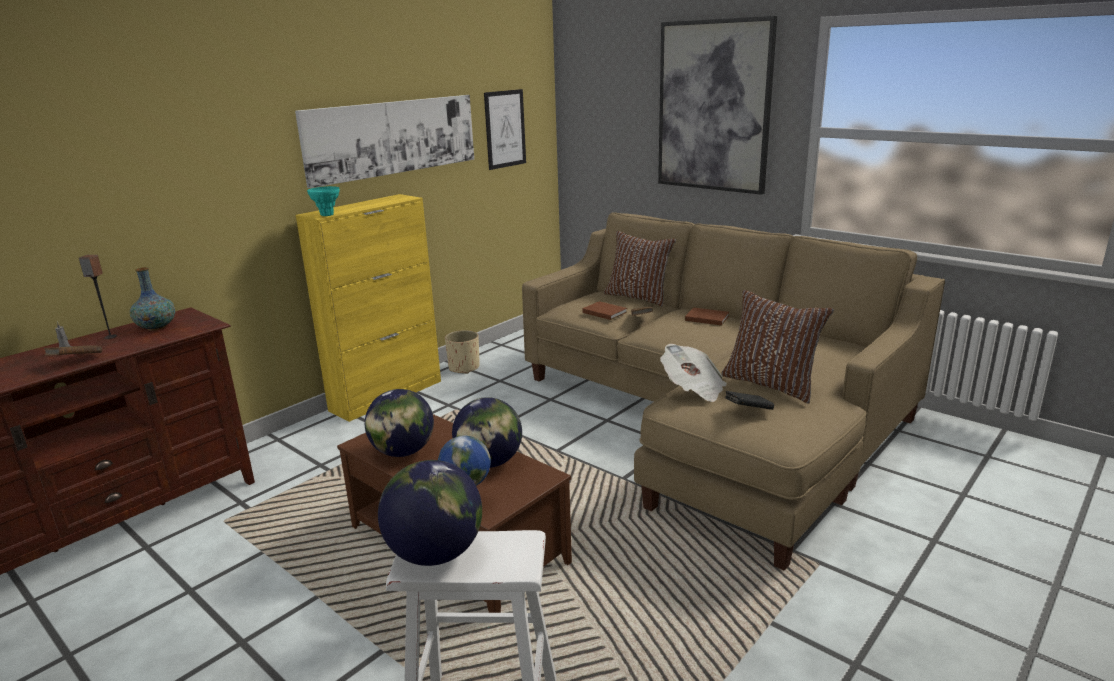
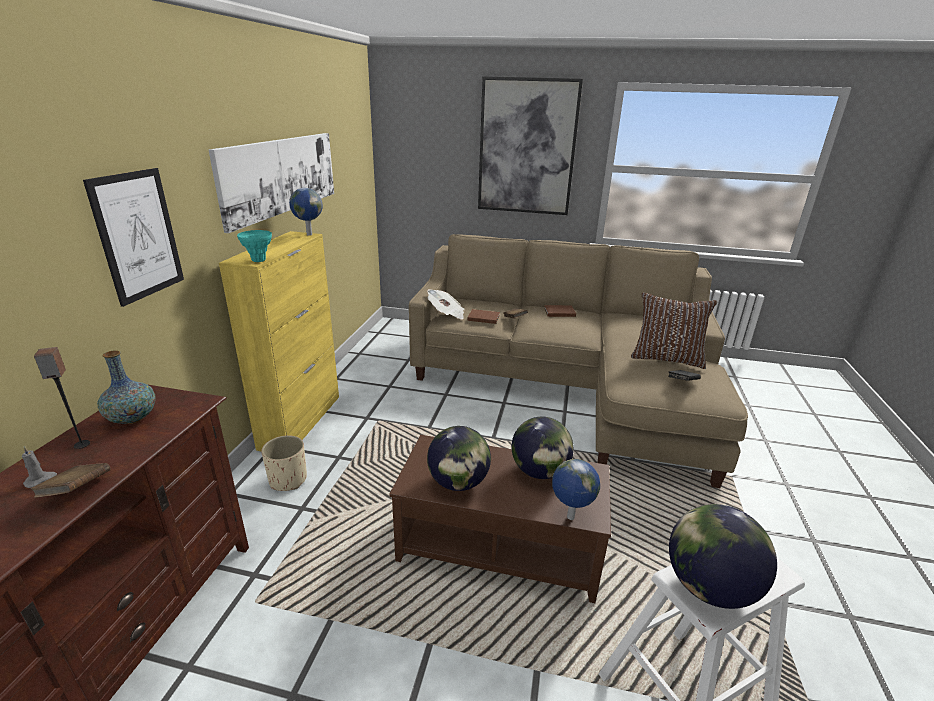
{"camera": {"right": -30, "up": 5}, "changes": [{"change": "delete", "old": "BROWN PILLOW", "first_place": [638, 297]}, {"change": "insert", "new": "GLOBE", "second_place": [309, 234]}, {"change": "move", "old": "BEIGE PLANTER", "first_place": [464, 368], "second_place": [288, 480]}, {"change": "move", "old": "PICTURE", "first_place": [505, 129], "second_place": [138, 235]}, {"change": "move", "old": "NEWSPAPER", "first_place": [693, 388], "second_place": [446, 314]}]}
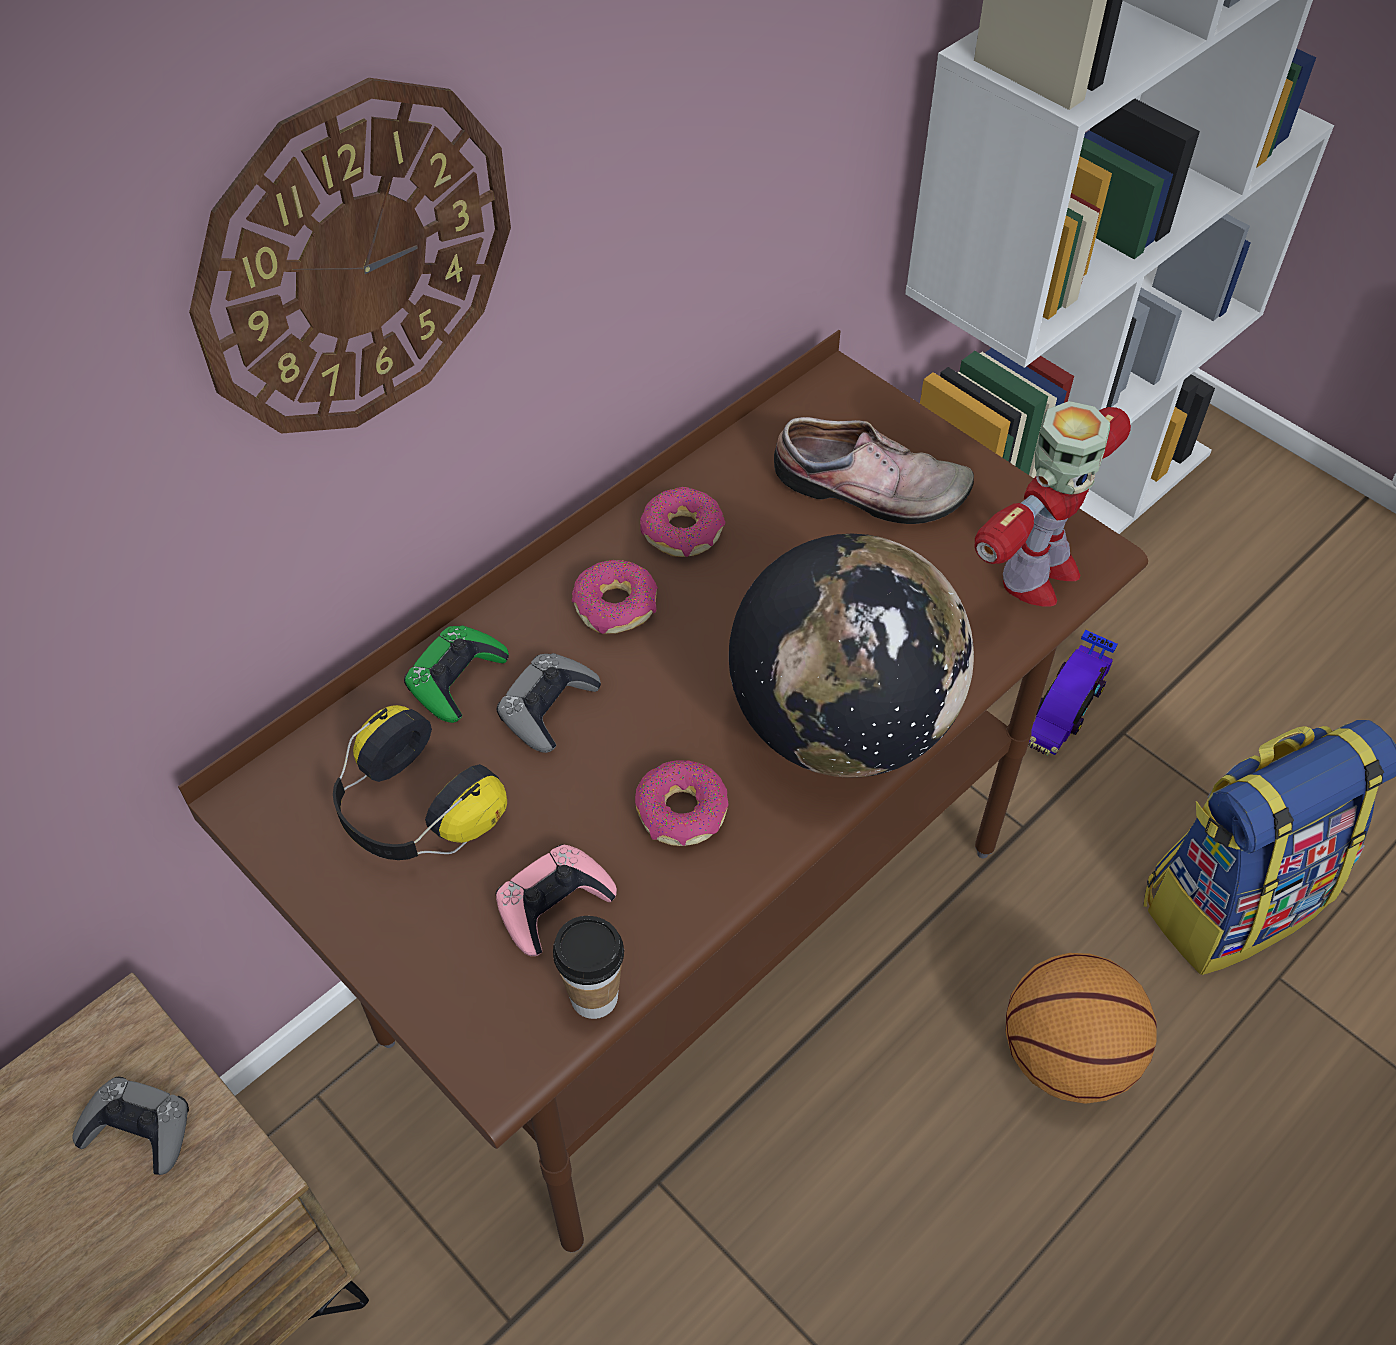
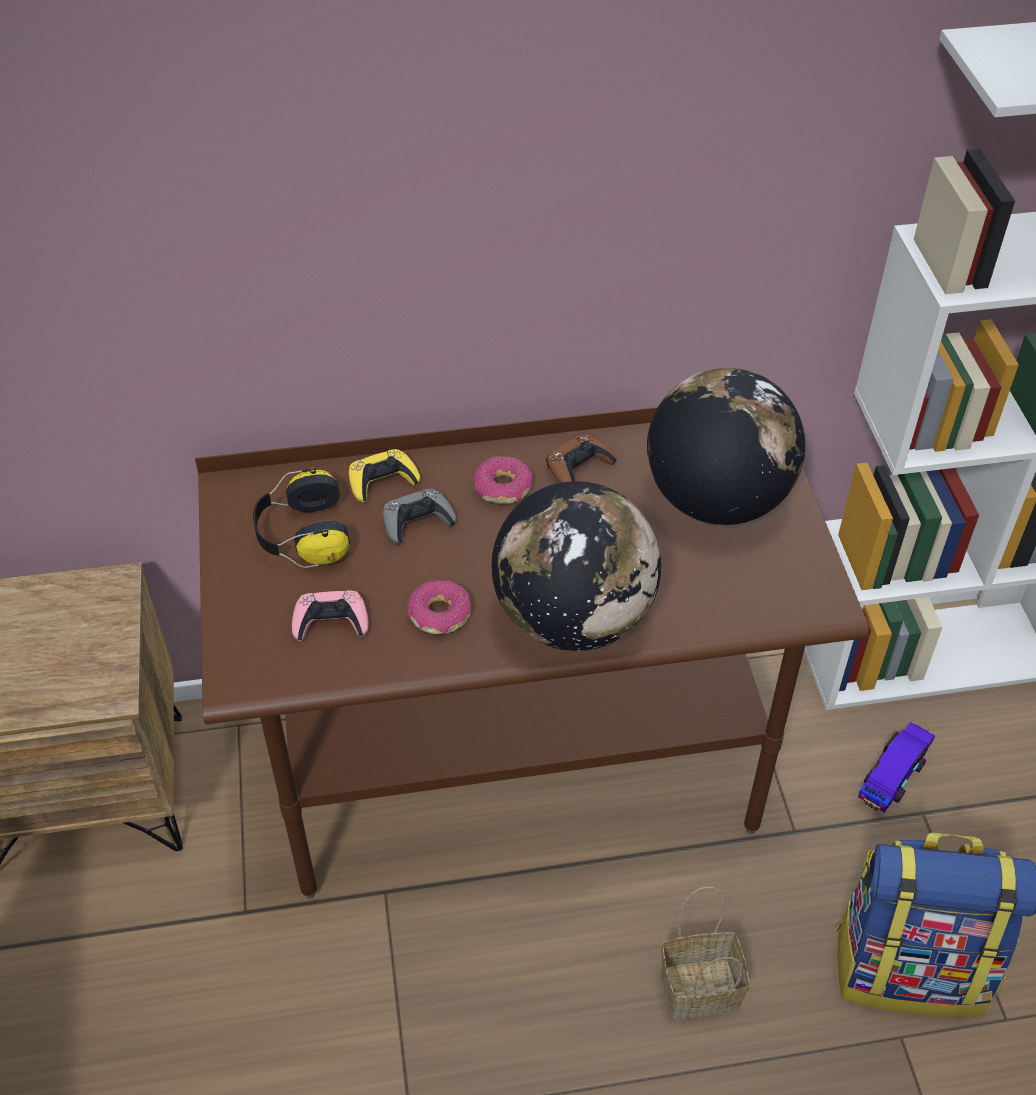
{"camera": {"right": 35, "up": -5}, "changes": [{"change": "delete", "old": "GREY GAME CONTROLLER", "first_place": [139, 1129]}, {"change": "delete", "old": "WALL CLOCK", "first_place": [356, 262]}, {"change": "delete", "old": "CUP", "first_place": [594, 997]}, {"change": "delete", "old": "TOY ROBOT", "first_place": [1037, 575]}, {"change": "replace", "old": "DONUT", "new": "BROWN GAME CONTROLLER", "first_place": [682, 533], "second_place": [579, 467]}, {"change": "replace", "old": "SHOE", "new": "GLOBE", "first_place": [870, 491], "second_place": [717, 500]}, {"change": "replace", "old": "BASKETBALL", "new": "BASKET", "first_place": [1066, 1055], "second_place": [702, 987]}, {"change": "recolor", "old": "GREEN GAME CONTROLLER", "new": "YELLOW GAME CONTROLLER", "first_place": [456, 679], "second_place": [382, 481]}, {"change": "rotate", "old": "TOY CAR", "first_place": [1067, 705], "second_place": [894, 772], "degrees": 150}]}
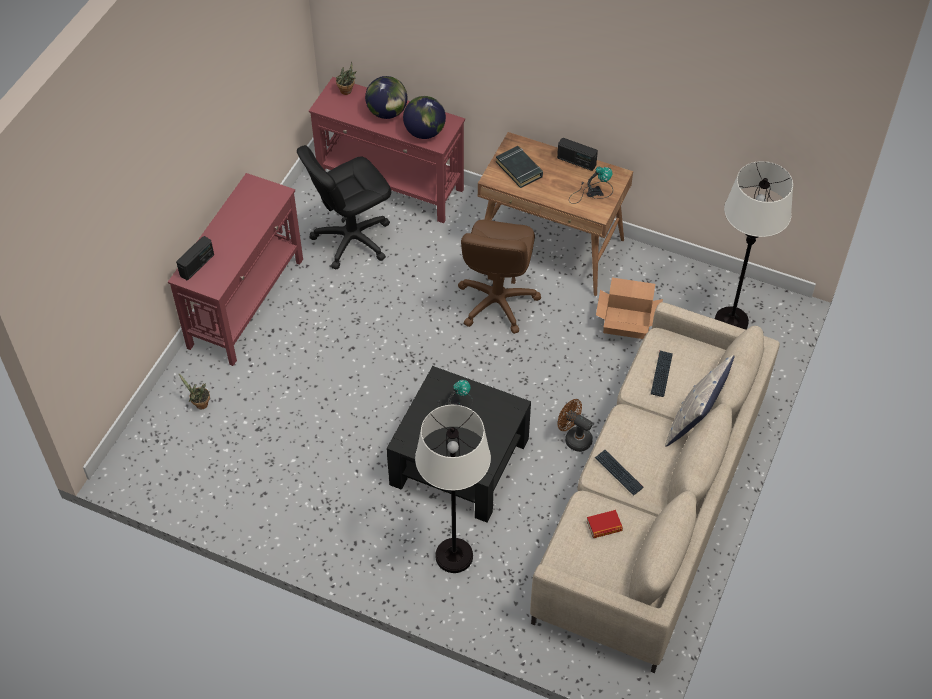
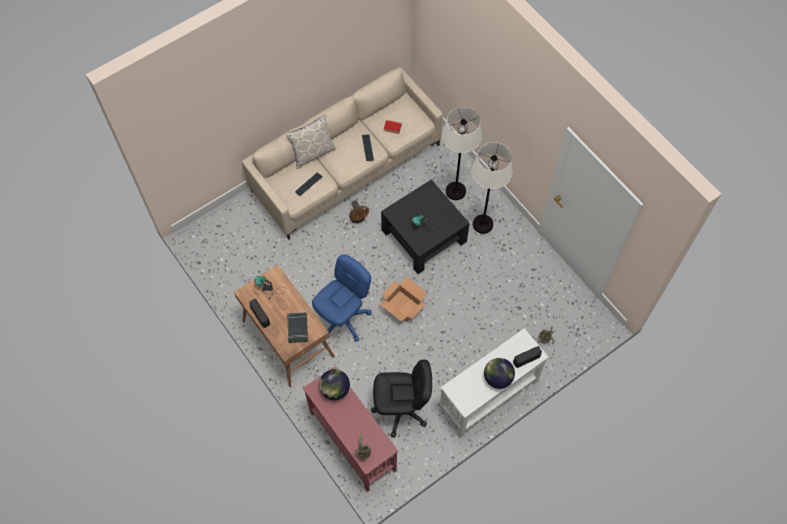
{"camera": {"right": -150, "up": 10}, "changes": [{"change": "move", "old": "GLOBE", "first_place": [387, 112], "second_place": [497, 378]}, {"change": "move", "old": "CARDBOARD BOX", "first_place": [626, 322], "second_place": [403, 306]}, {"change": "move", "old": "WHITE FLOOR LAMP", "first_place": [731, 321], "second_place": [482, 224]}, {"change": "recolor", "old": "RED CONSOLE TABLE", "new": "WHITE CONSOLE TABLE", "first_place": [247, 302], "second_place": [487, 396]}, {"change": "recolor", "old": "BROWN OFFICE CHAIR", "new": "BLUE OFFICE CHAIR", "first_place": [496, 302], "second_place": [343, 318]}]}
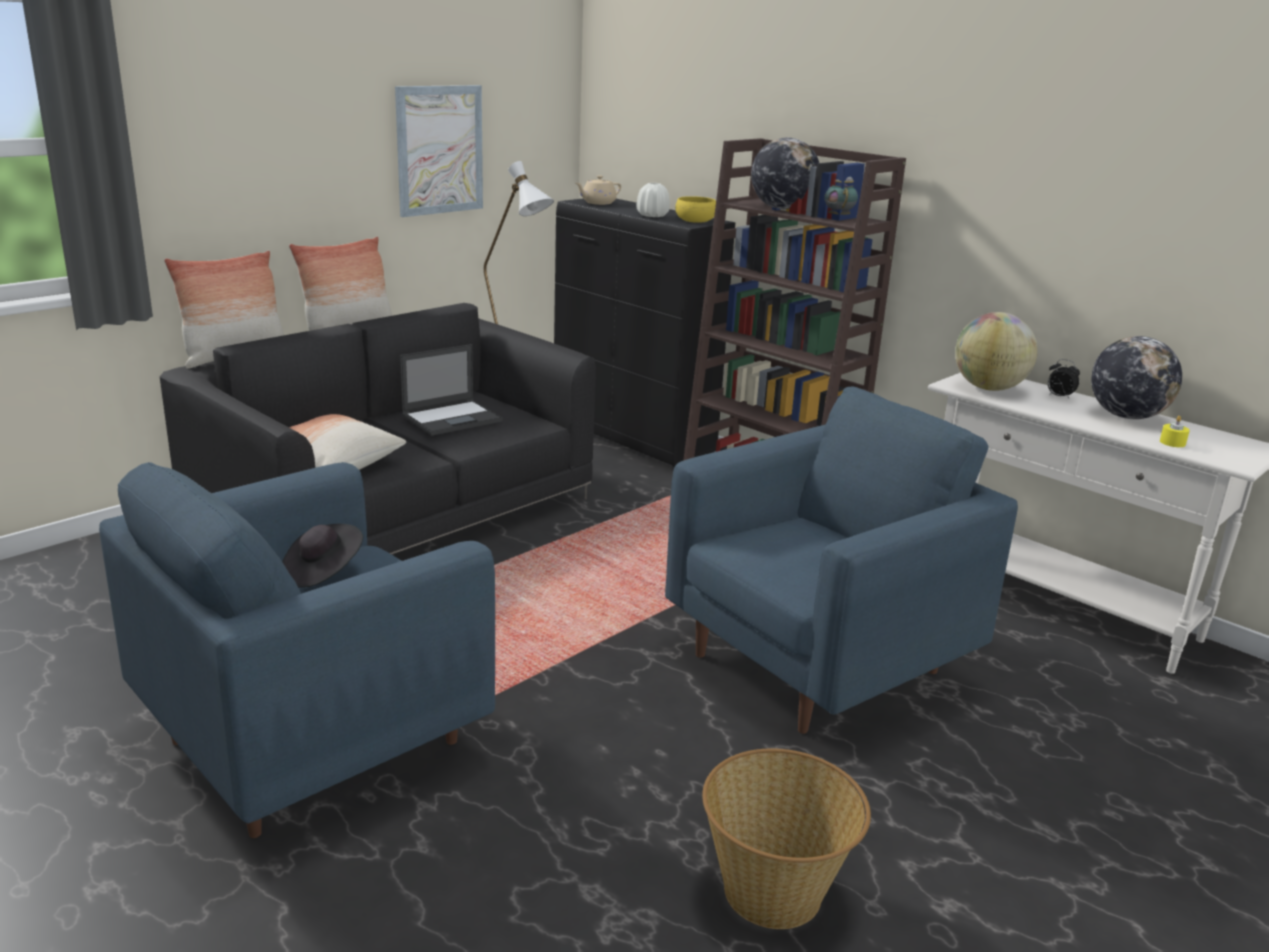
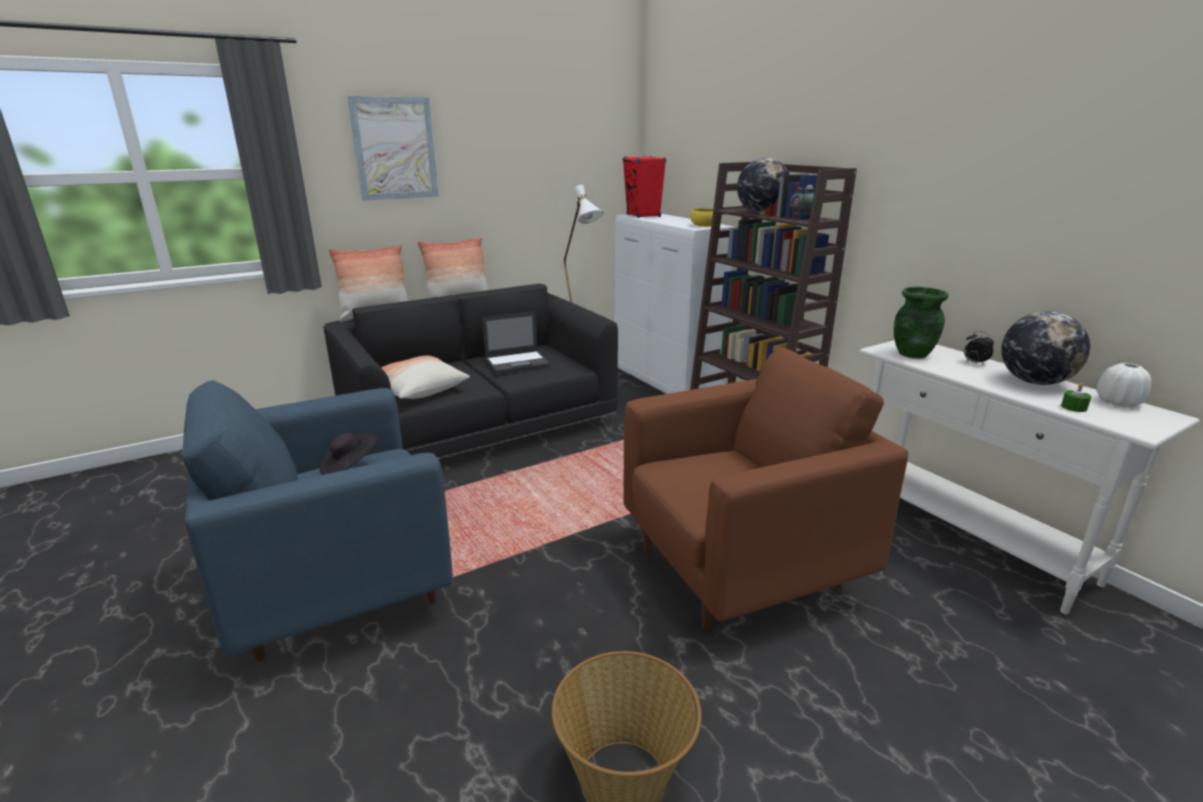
{"camera": {"right": 15, "up": 0}, "changes": [{"change": "move", "old": "PICTURE", "first_place": [439, 150], "second_place": [394, 149]}, {"change": "move", "old": "WHITE VASE", "first_place": [652, 216], "second_place": [1118, 402]}, {"change": "replace", "old": "BEIGE TEAPOT", "new": "RED SPEAKER", "first_place": [598, 203], "second_place": [643, 215]}, {"change": "replace", "old": "GLOBE", "new": "GREEN VASE", "first_place": [989, 388], "second_place": [912, 354]}, {"change": "recolor", "old": "BLACK CABINET", "new": "WHITE CABINET", "first_place": [633, 438], "second_place": [665, 382]}, {"change": "recolor", "old": "BLUE ARMCHAIR", "new": "BROWN ARMCHAIR", "first_place": [816, 663], "second_place": [738, 569]}, {"change": "recolor", "old": "YELLOW CANDLE", "new": "GREEN CANDLE", "first_place": [1172, 442], "second_place": [1074, 407]}]}
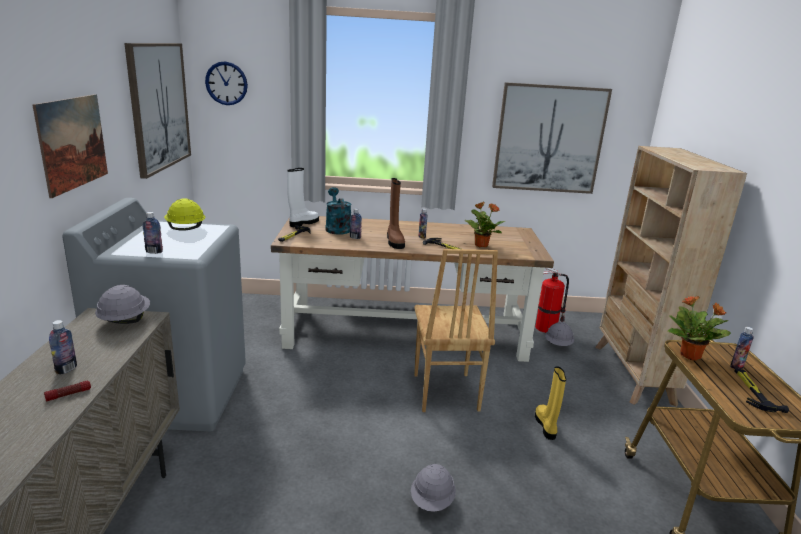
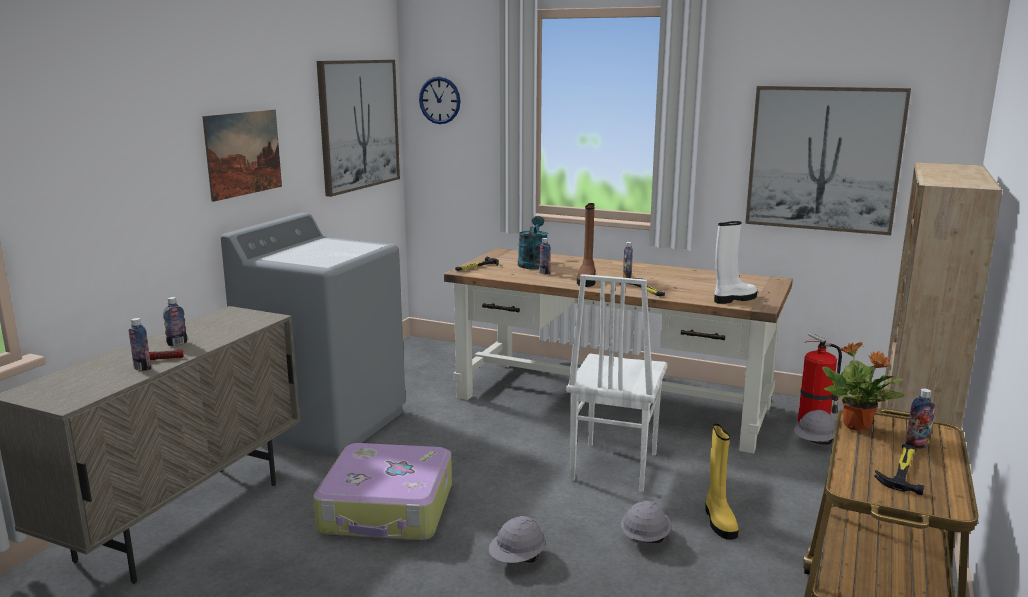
{"camera": {"right": 25, "up": -5}, "changes": [{"change": "delete", "old": "YELLOW HARD HAT", "first_place": [185, 229]}, {"change": "delete", "old": "POTTED PLANT", "first_place": [481, 245]}, {"change": "insert", "new": "SUITCASE", "second_place": [388, 510]}, {"change": "move", "old": "GREY HARD HAT", "first_place": [124, 321], "second_place": [645, 538]}, {"change": "move", "old": "BOTTLE", "first_place": [154, 252], "second_place": [142, 368]}, {"change": "move", "old": "WHITE BOOT", "first_place": [303, 223], "second_place": [734, 299]}, {"change": "recolor", "old": "BROWN CHAIR", "new": "WHITE CHAIR", "first_place": [444, 392], "second_place": [612, 466]}, {"change": "rotate", "old": "YELLOW BOOT", "first_place": [546, 426], "second_place": [719, 521], "degrees": 150}]}
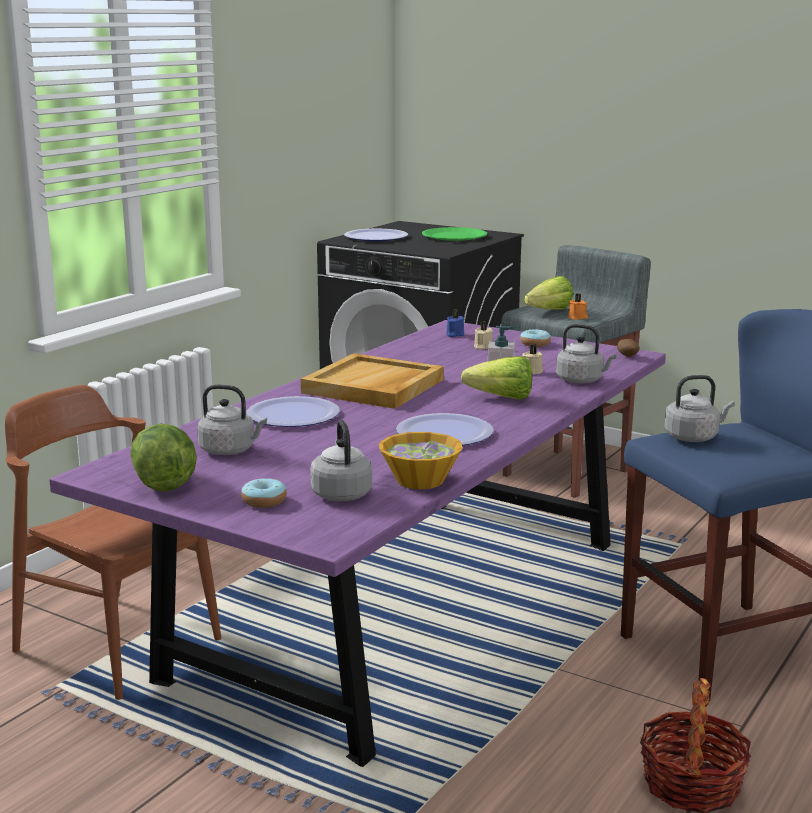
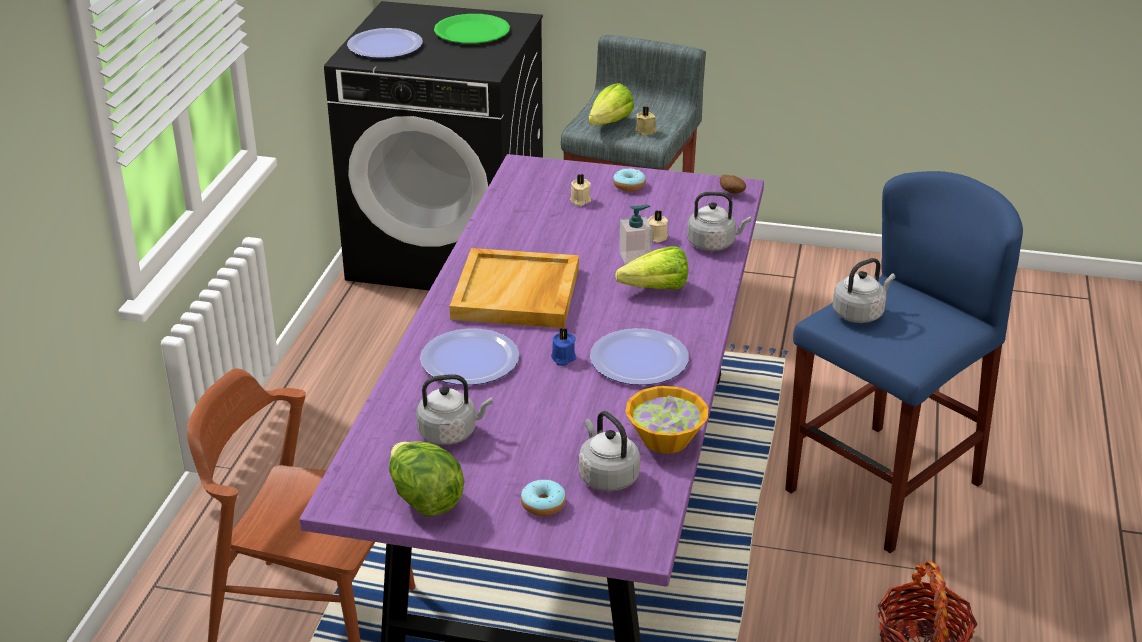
{"camera": {"right": -20, "up": 15}, "changes": [{"change": "move", "old": "BLUE CANDLE", "first_place": [454, 334], "second_place": [562, 358]}, {"change": "recolor", "old": "ORANGE CANDLE", "new": "BEIGE CANDLE", "first_place": [578, 317], "second_place": [646, 131]}]}
